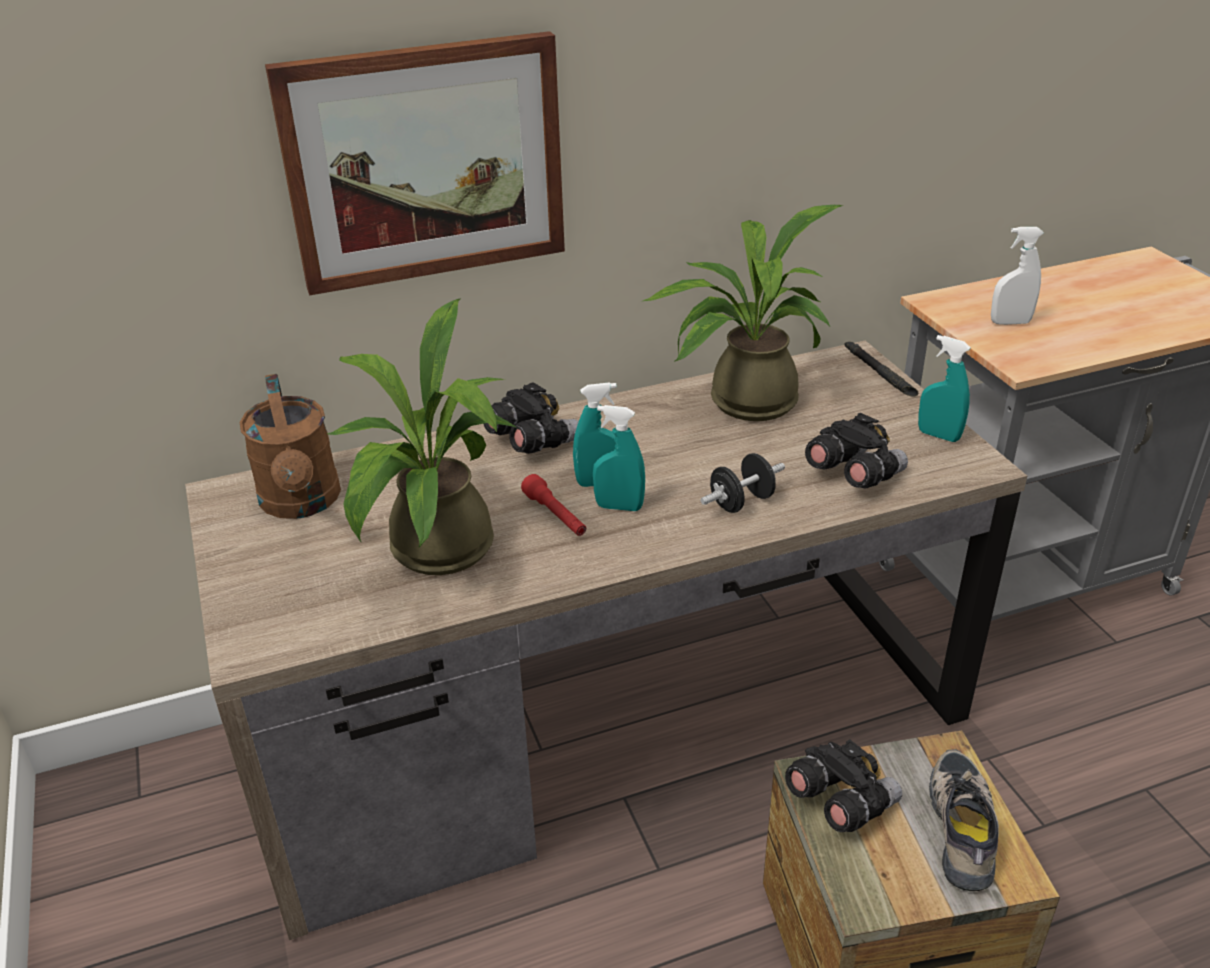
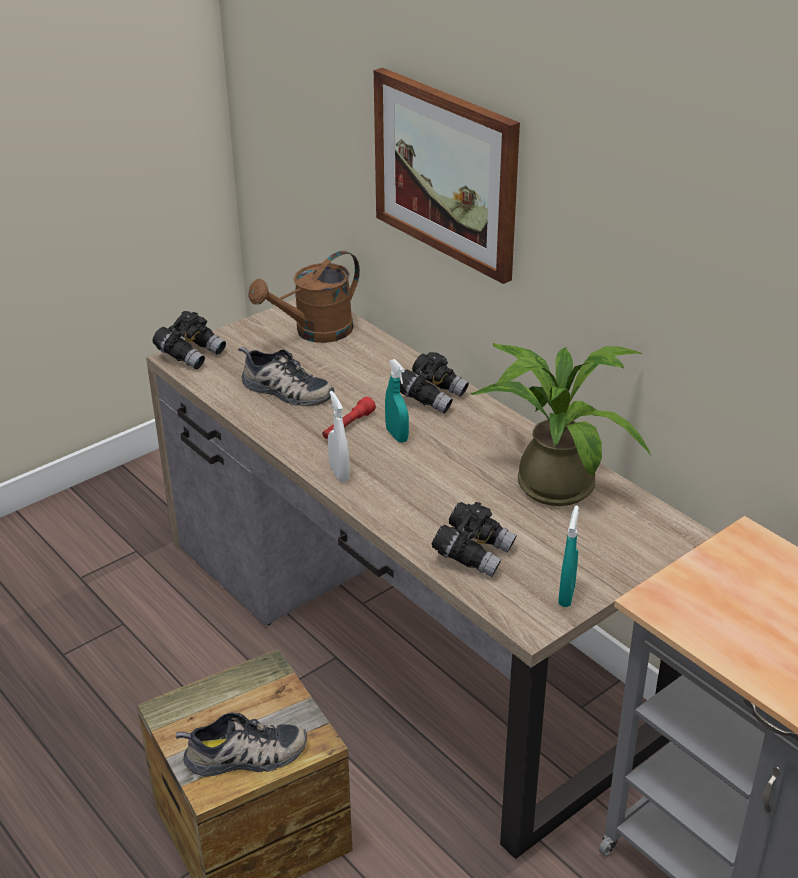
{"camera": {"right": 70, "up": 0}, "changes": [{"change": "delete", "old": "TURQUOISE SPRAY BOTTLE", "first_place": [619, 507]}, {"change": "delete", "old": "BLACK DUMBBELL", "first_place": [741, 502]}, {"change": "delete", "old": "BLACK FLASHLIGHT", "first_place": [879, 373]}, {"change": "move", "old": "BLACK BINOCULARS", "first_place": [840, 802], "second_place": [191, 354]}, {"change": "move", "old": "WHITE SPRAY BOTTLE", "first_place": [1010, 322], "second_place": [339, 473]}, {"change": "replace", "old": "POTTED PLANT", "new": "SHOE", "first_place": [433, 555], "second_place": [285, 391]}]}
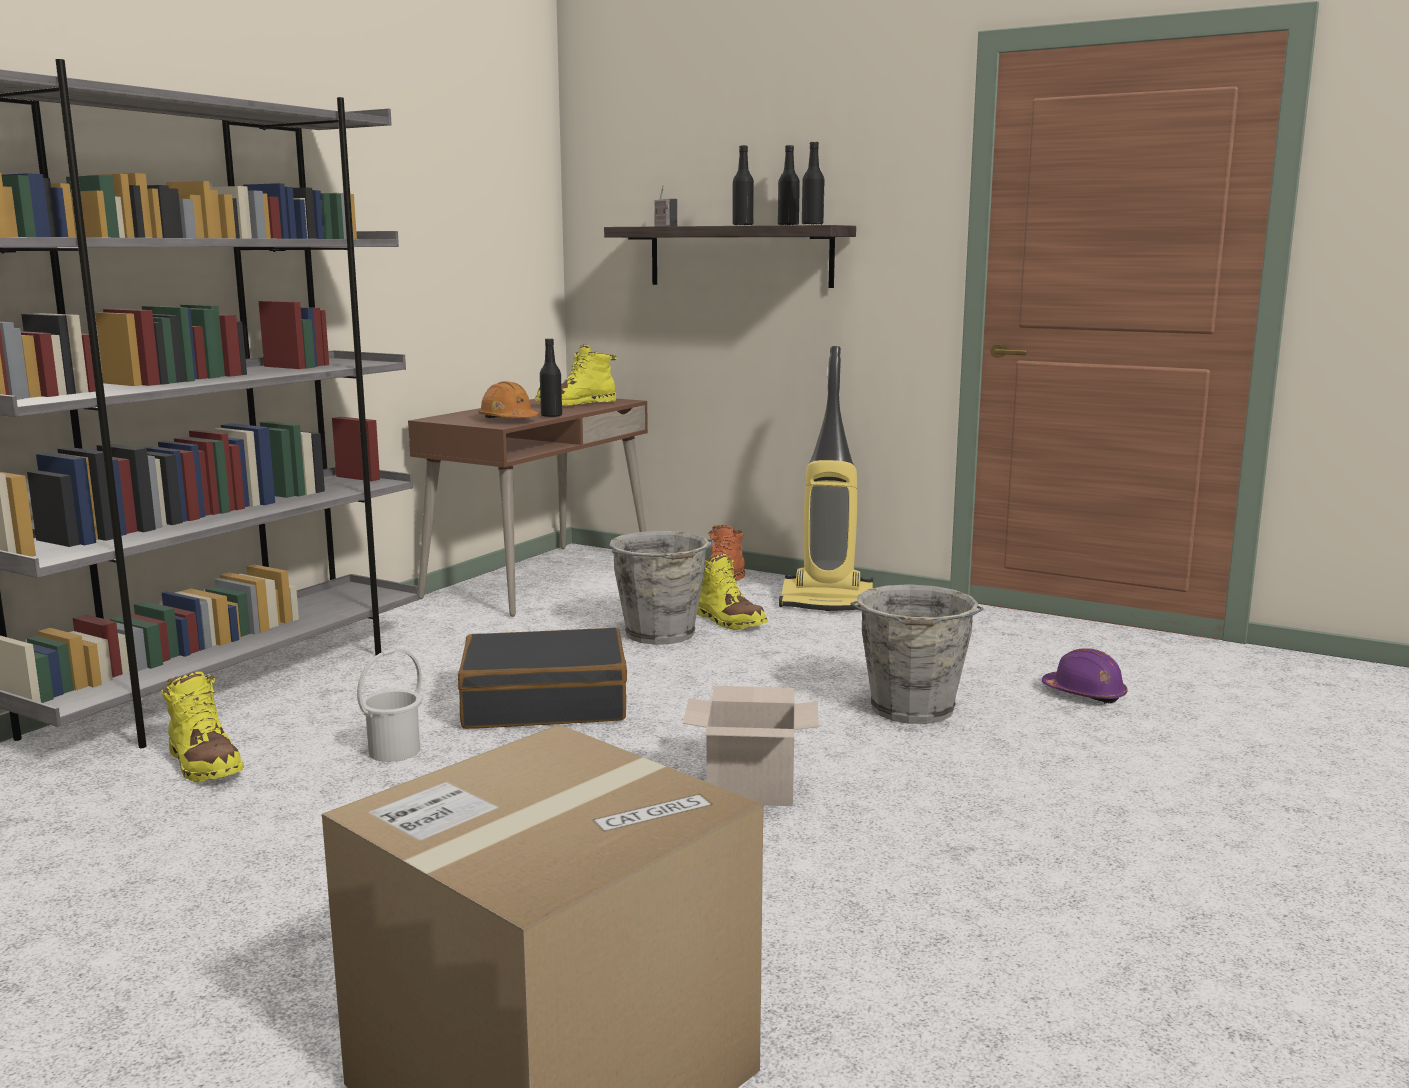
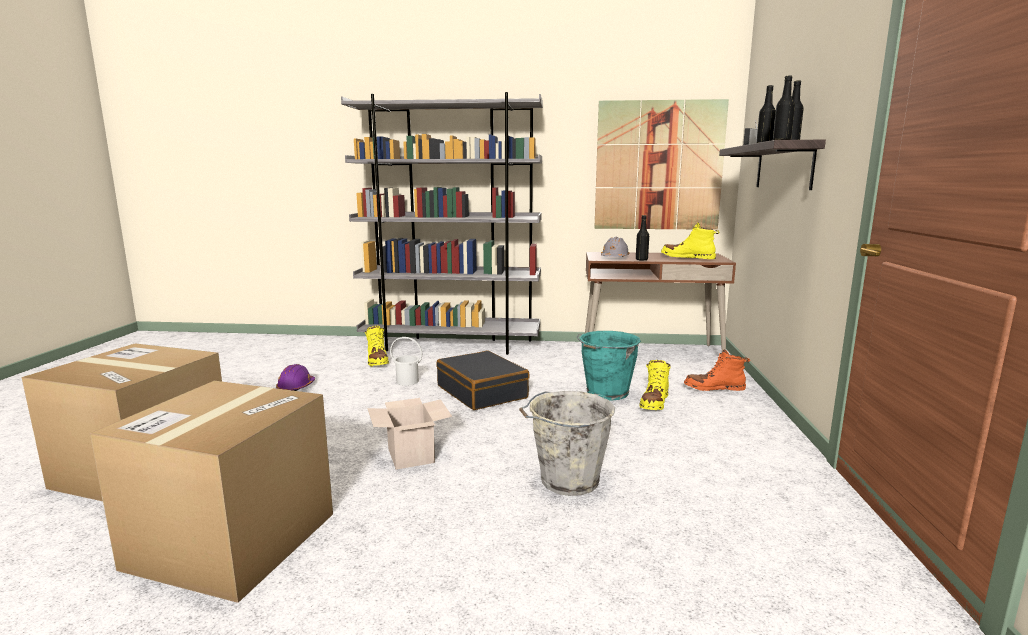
{"camera": {"right": 65, "up": 0}, "changes": [{"change": "delete", "old": "VACUUM CLEANER", "first_place": [828, 602]}, {"change": "insert", "new": "CARDBOARD BOX", "second_place": [233, 540]}, {"change": "insert", "new": "PICTURE", "second_place": [659, 166]}, {"change": "move", "old": "PURPLE HARD HAT", "first_place": [1084, 694], "second_place": [296, 387]}, {"change": "recolor", "old": "ORANGE HARD HAT", "new": "GREY HARD HAT", "first_place": [508, 420], "second_place": [614, 258]}, {"change": "recolor", "old": "GREY BUCKET", "new": "TURQUOISE BUCKET", "first_place": [661, 635], "second_place": [606, 393]}, {"change": "rotate", "old": "YELLOW BOOT", "first_place": [204, 764], "second_place": [377, 361], "degrees": -45}]}
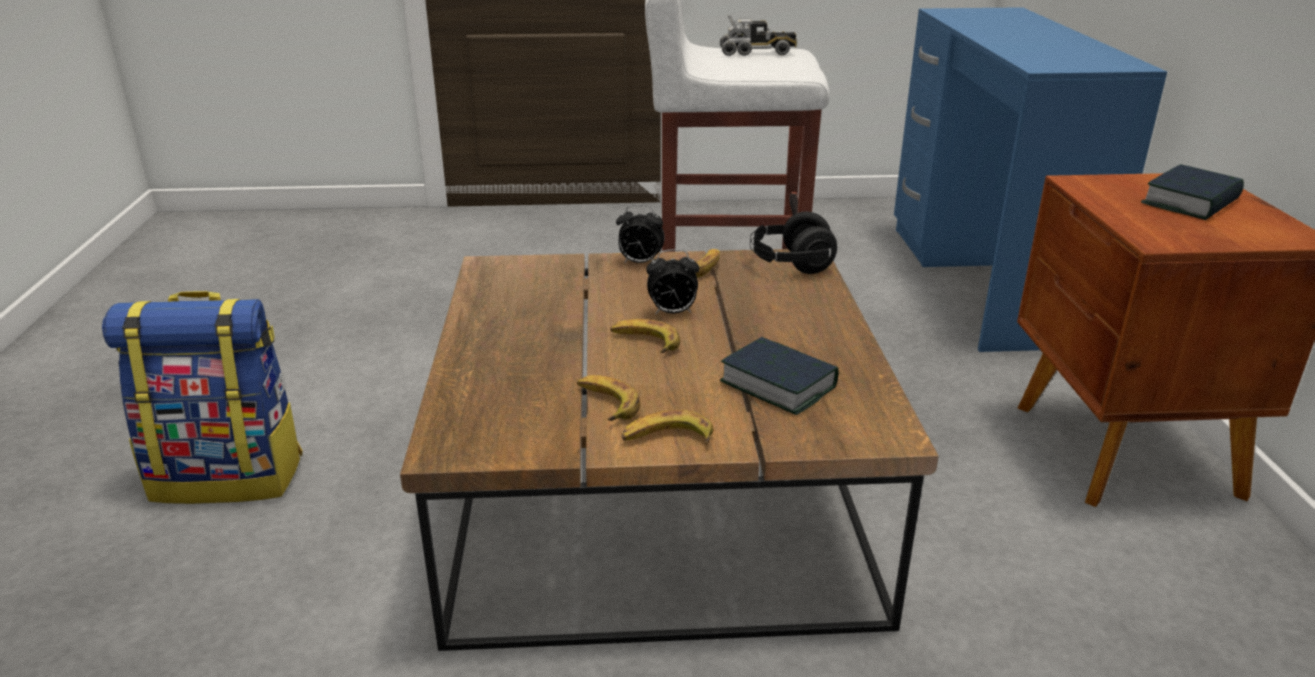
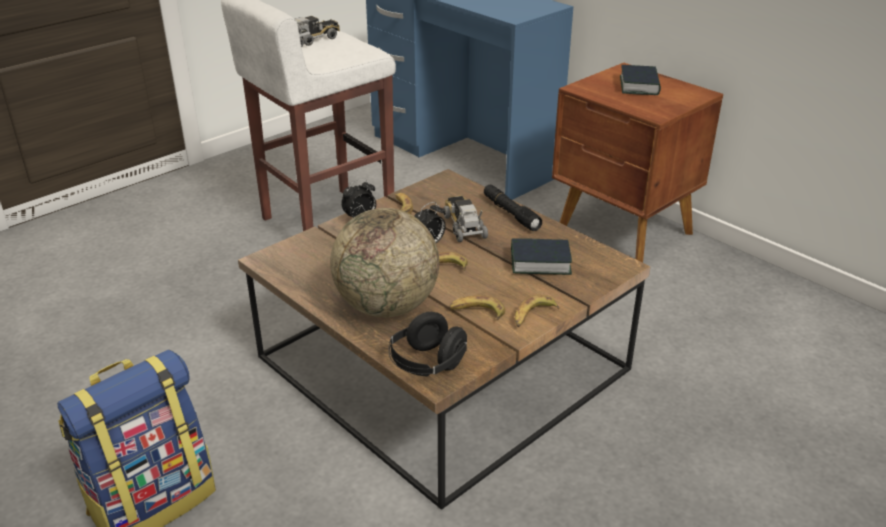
{"camera": {"right": -40, "up": 5}, "changes": [{"change": "insert", "new": "GLOBE", "second_place": [387, 306]}, {"change": "insert", "new": "TOY TRUCK", "second_place": [464, 226]}, {"change": "insert", "new": "BLACK FLASHLIGHT", "second_place": [510, 213]}, {"change": "move", "old": "BLACK HEADPHONES", "first_place": [790, 265], "second_place": [427, 364]}]}
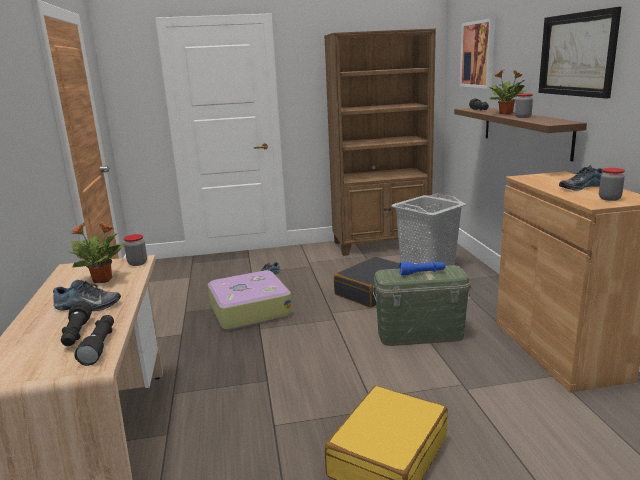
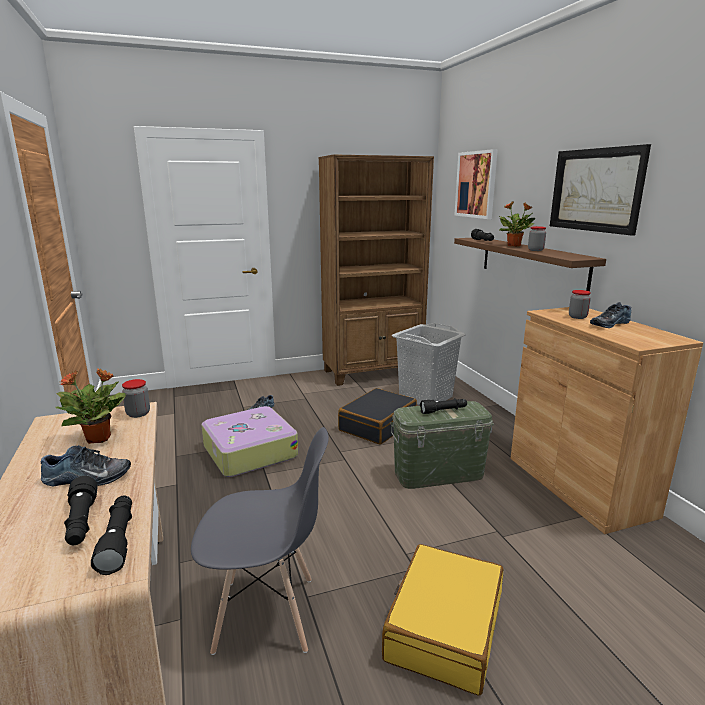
{"camera": {"right": -10, "up": 0}, "changes": [{"change": "insert", "new": "GREY CHAIR", "second_place": [266, 614]}, {"change": "move", "old": "JAR", "first_place": [609, 198], "second_place": [577, 317]}, {"change": "recolor", "old": "BLUE FLASHLIGHT", "new": "BLACK FLASHLIGHT", "first_place": [422, 273], "second_place": [443, 411]}]}
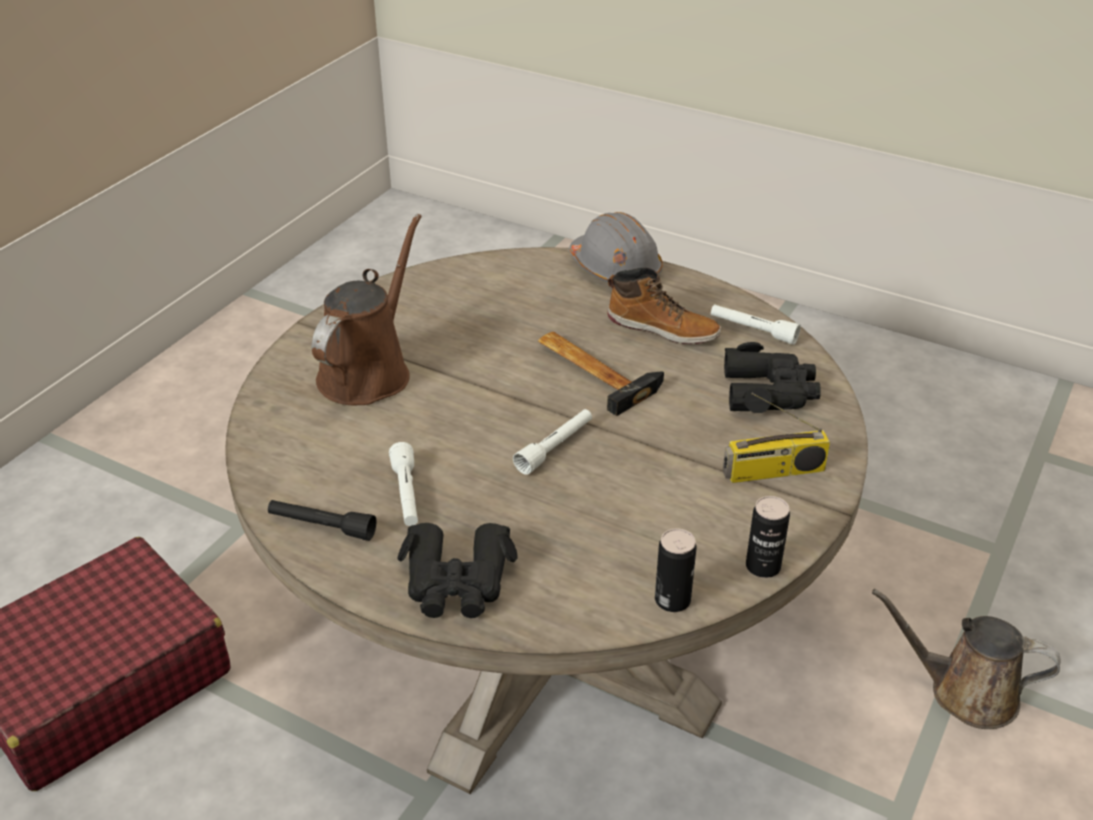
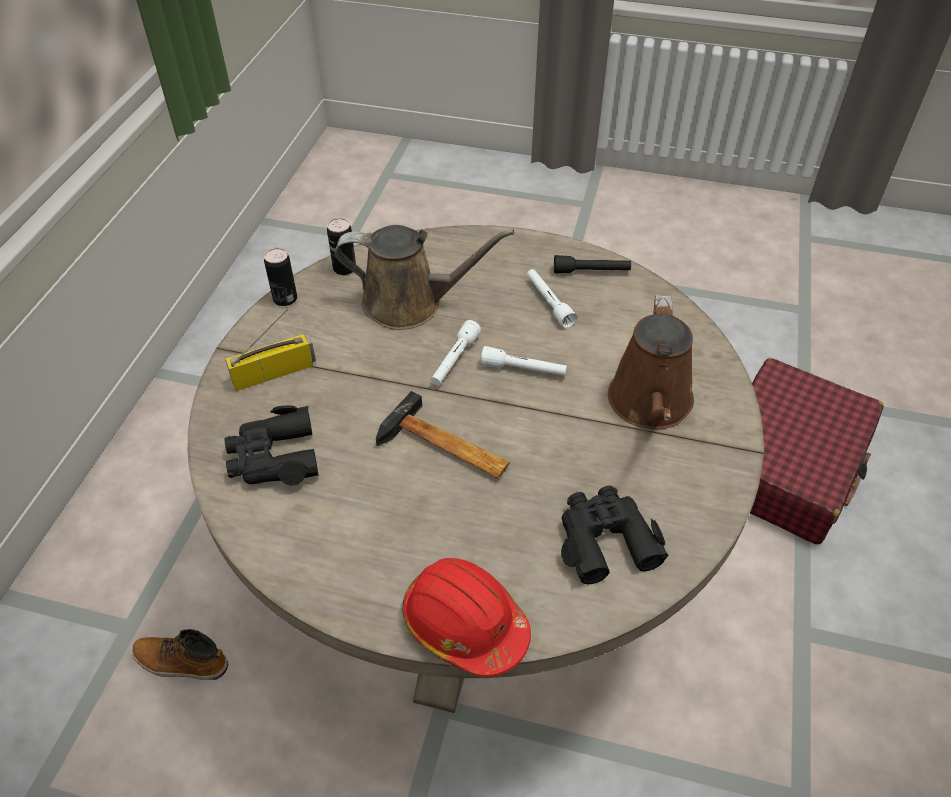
{"camera": {"right": 165, "up": 10}, "changes": [{"change": "move", "old": "BLACK BINOCULARS", "first_place": [457, 582], "second_place": [605, 539]}, {"change": "move", "old": "BOOT", "first_place": [663, 328], "second_place": [181, 662]}, {"change": "move", "old": "WHITE FLASHLIGHT", "first_place": [753, 330], "second_place": [523, 370]}, {"change": "move", "old": "BROWN WATERING CAN", "first_place": [964, 692], "second_place": [410, 303]}, {"change": "recolor", "old": "GREY HARD HAT", "new": "RED HARD HAT", "first_place": [615, 268], "second_place": [464, 624]}]}
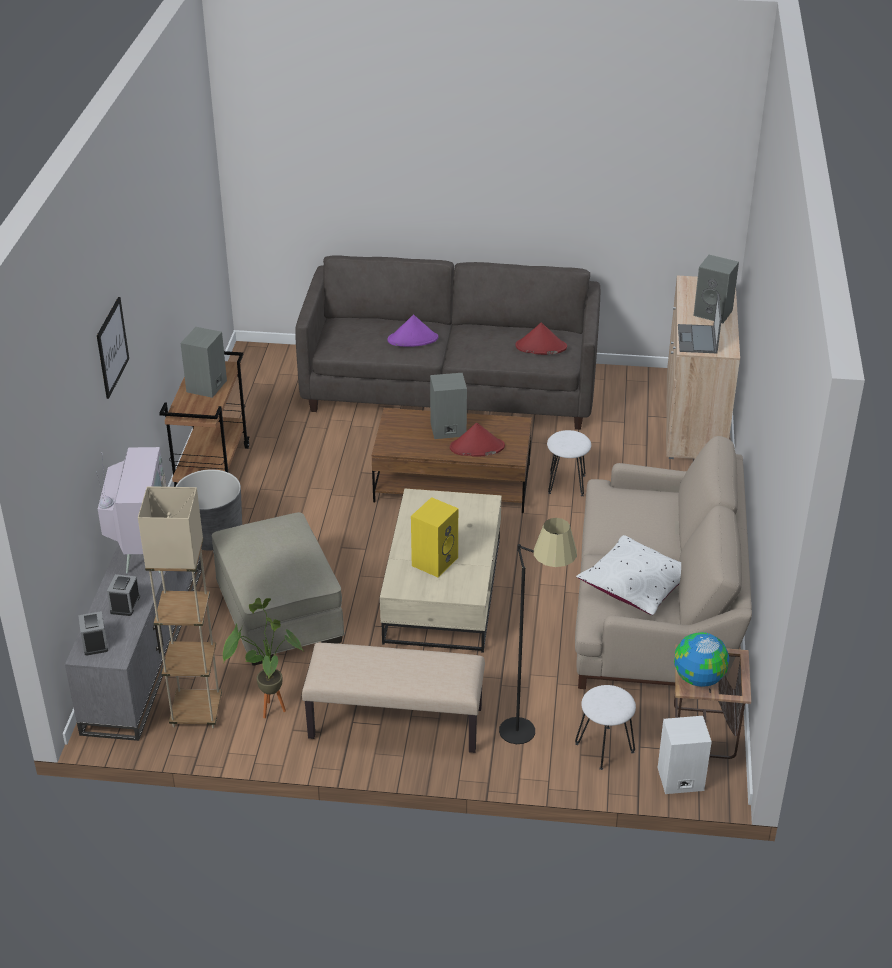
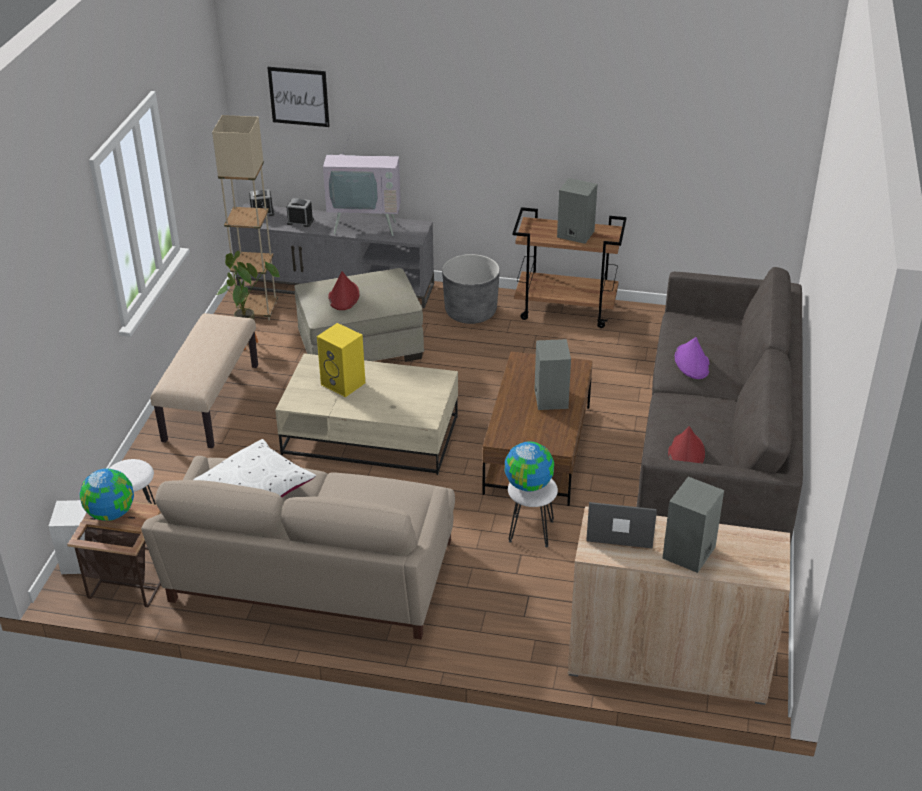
{"camera": {"right": 95, "up": 0}, "changes": [{"change": "delete", "old": "BLACK FLOOR LAMP", "first_place": [532, 725]}, {"change": "insert", "new": "GLOBE", "second_place": [528, 484]}, {"change": "move", "old": "PICTURE", "first_place": [112, 347], "second_place": [299, 96]}, {"change": "move", "old": "RED HAT", "first_place": [477, 447], "second_place": [343, 296]}]}
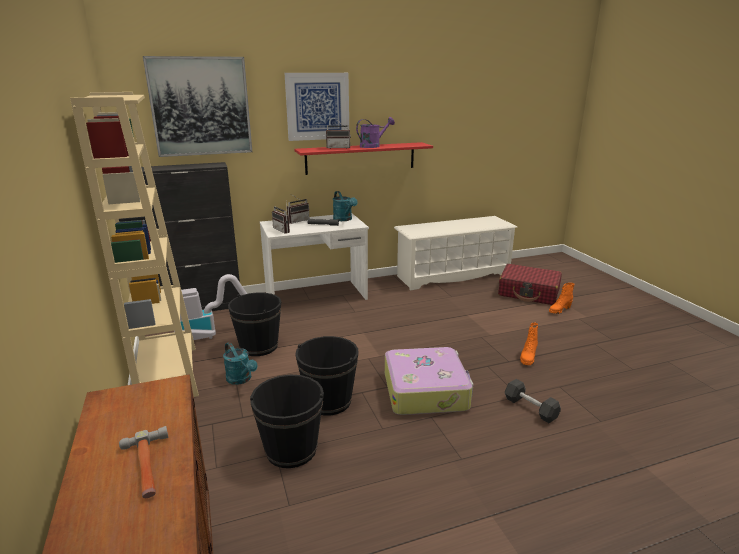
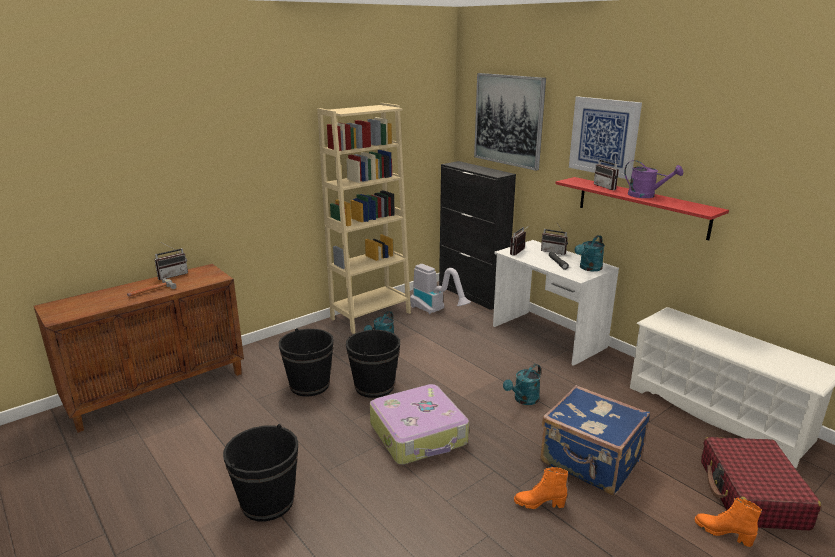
{"camera": {"right": 70, "up": 0}, "changes": [{"change": "delete", "old": "BLACK DUMBBELL", "first_place": [530, 408]}, {"change": "insert", "new": "RADIO", "second_place": [172, 275]}, {"change": "insert", "new": "TURQUOISE WATERING CAN", "second_place": [523, 400]}, {"change": "insert", "new": "BLUE SUITCASE", "second_place": [590, 462]}, {"change": "move", "old": "BLACK BUCKET", "first_place": [259, 346], "second_place": [268, 502]}]}
